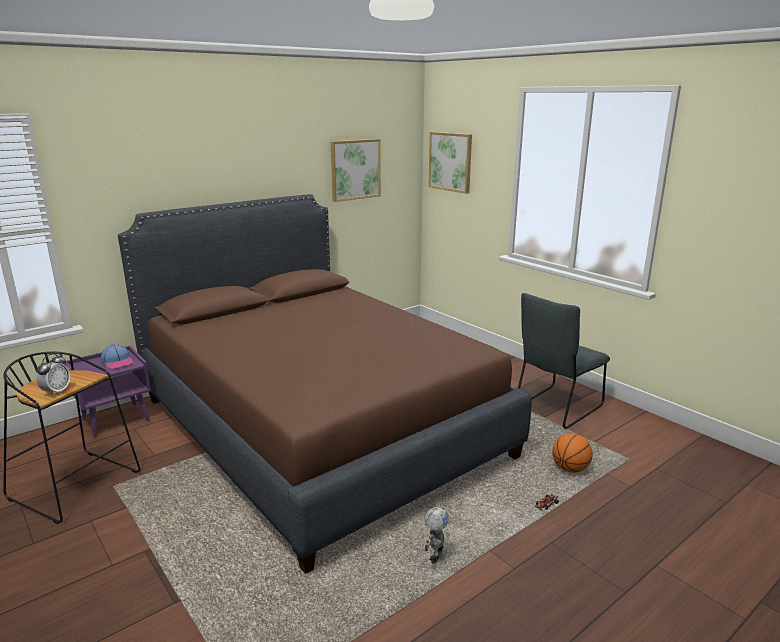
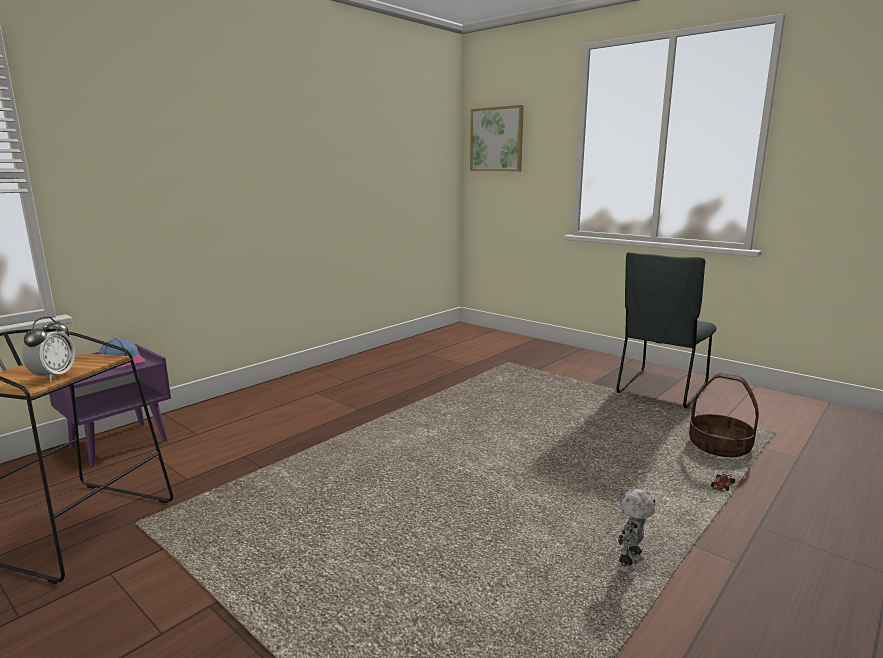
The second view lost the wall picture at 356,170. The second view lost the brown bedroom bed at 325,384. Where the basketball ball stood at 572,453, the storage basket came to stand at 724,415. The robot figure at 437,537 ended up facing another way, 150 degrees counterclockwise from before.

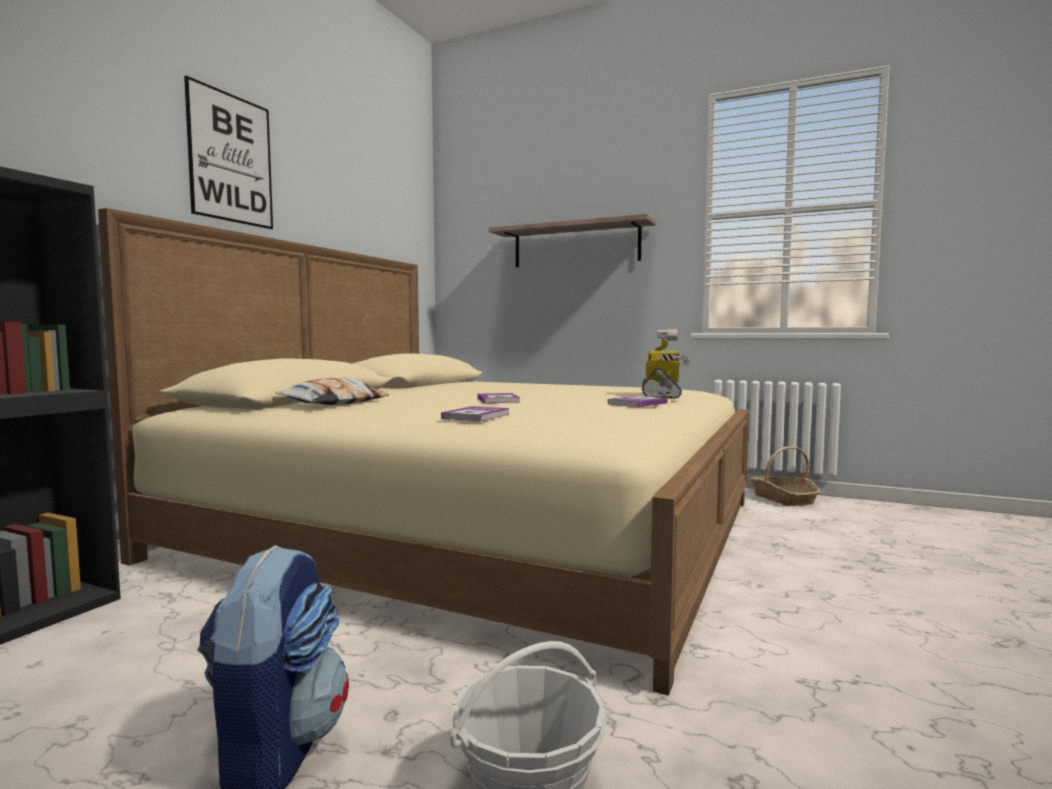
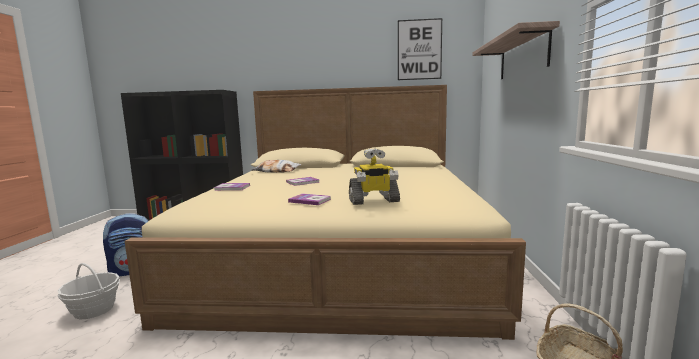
The wall picture ended up elsewhere, having gone from 228,152 to 420,49.

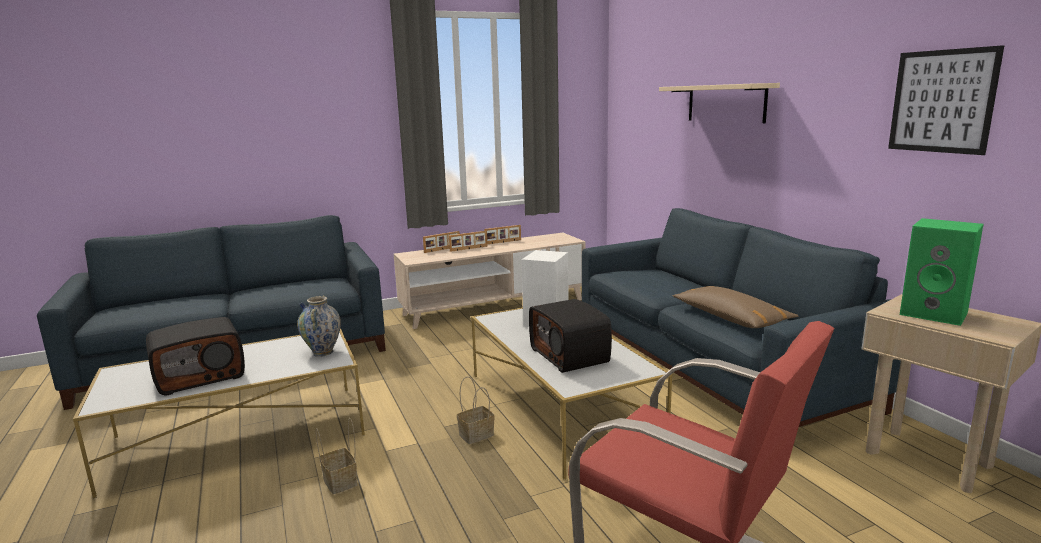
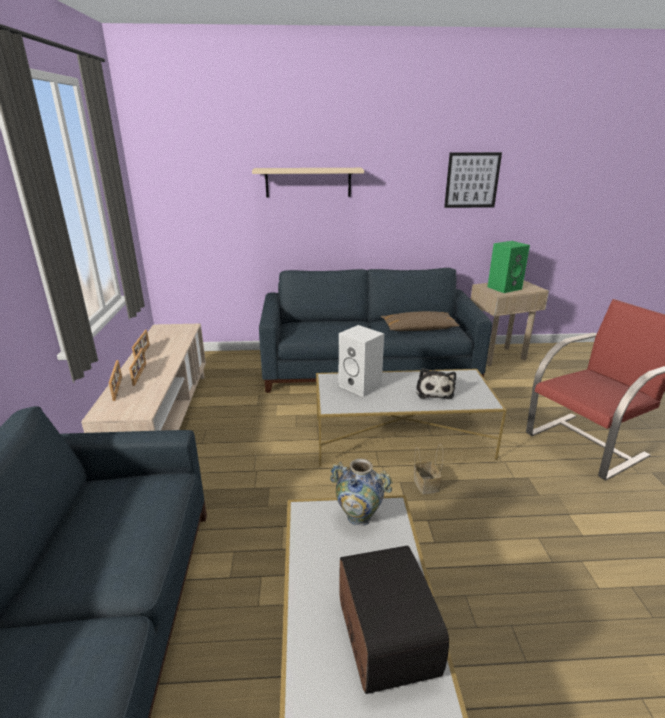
Where the radio receiver stood at 570,336, the soft toy came to stand at 436,383. The second view lost the storage basket at 336,456.

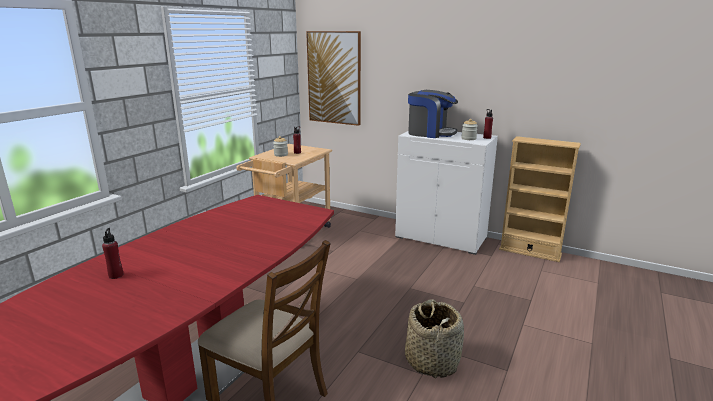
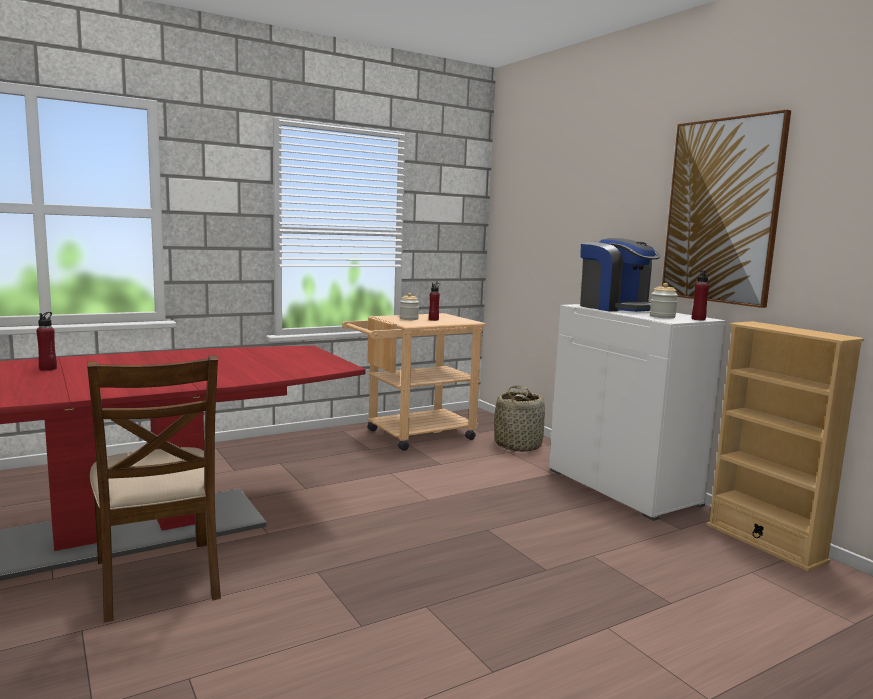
The wall picture ended up elsewhere, having gone from 333,78 to 726,209. The storage basket ended up elsewhere, having gone from 434,338 to 519,418.

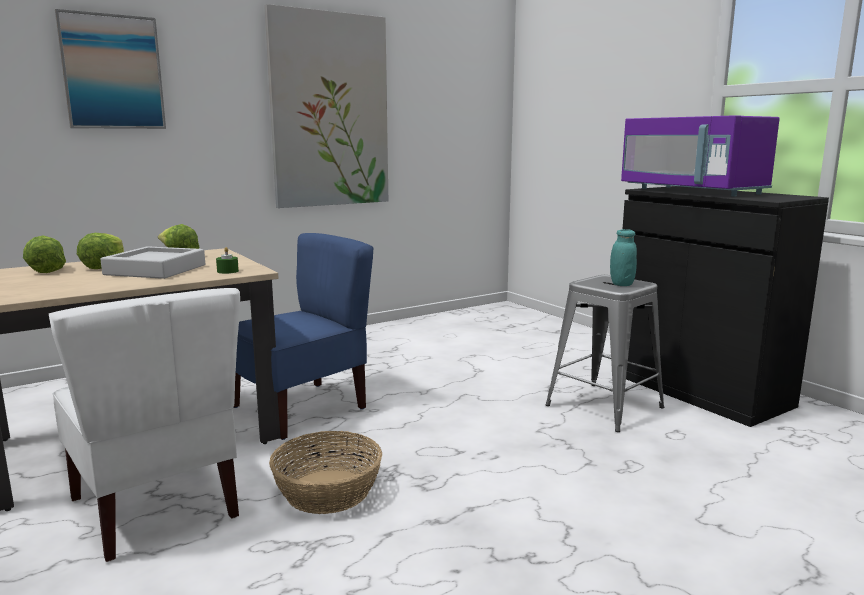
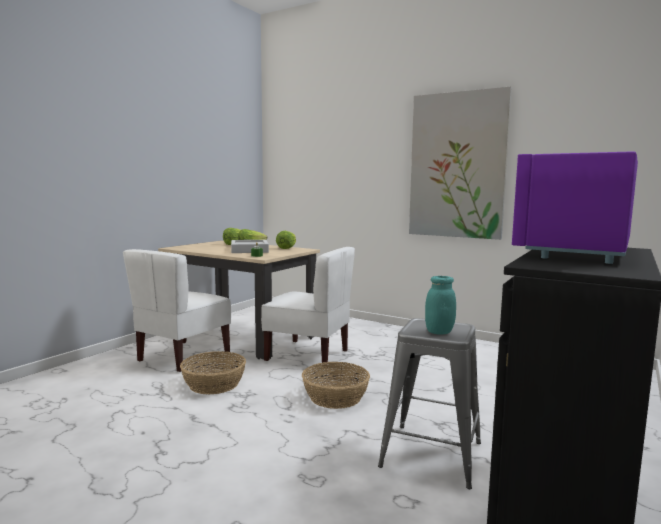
The second view lost the wall picture at 110,69. What was the blue chair at 303,336 turned into the whitish chair at 308,307. The second view gained the storage basket at 336,385.

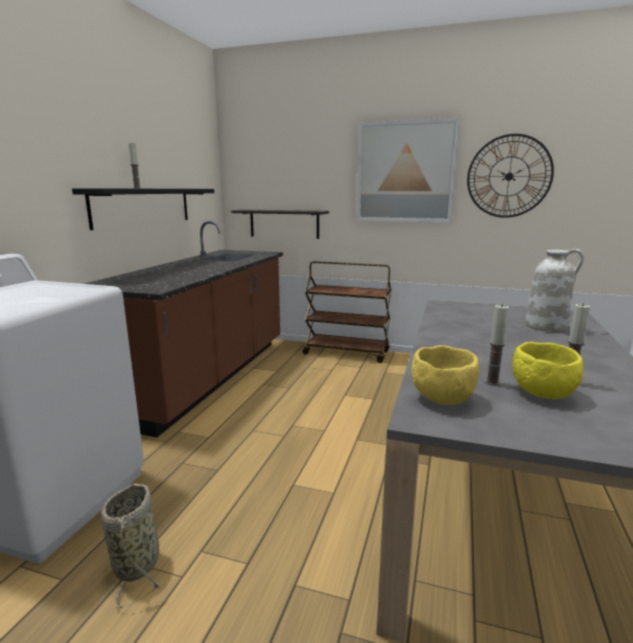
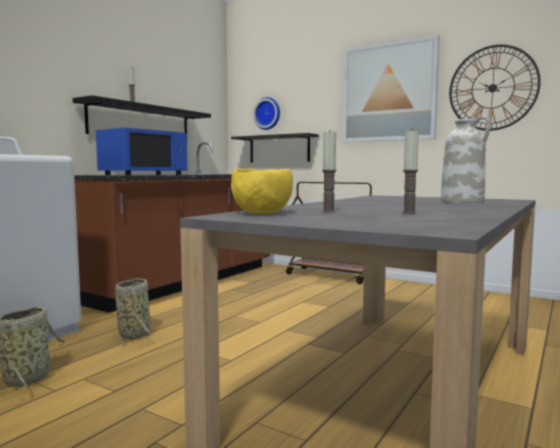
The second view lost the yellow bowl at 547,370. The second view gained the wall clock at 266,113. The second view gained the blue kitchen microwave at 142,151. The second view gained the storage basket at 134,311.

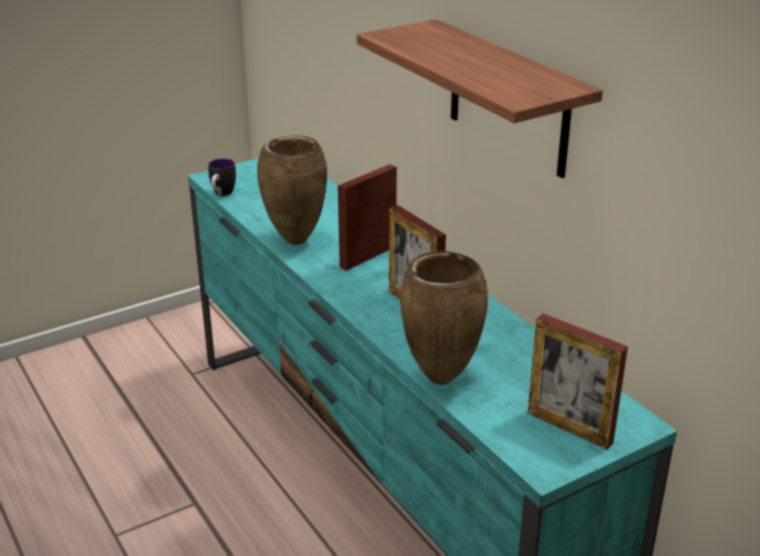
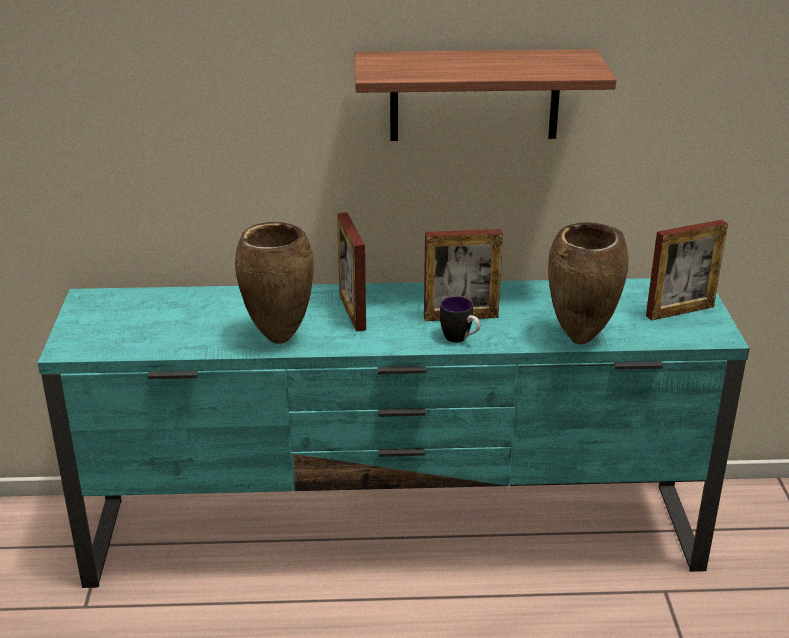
The mug ended up elsewhere, having gone from 222,177 to 460,319.

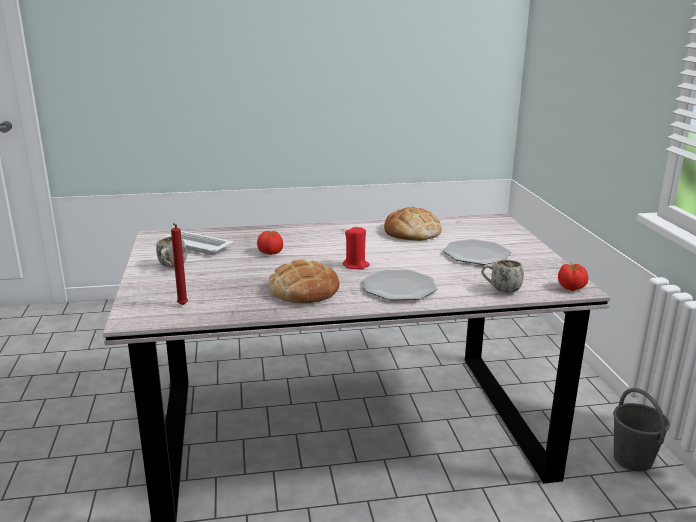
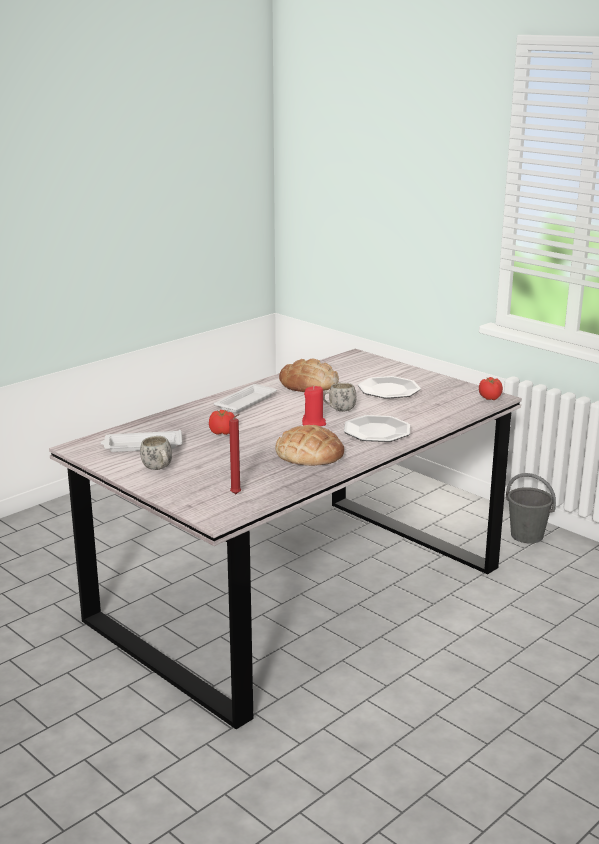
The whitish mug ended up elsewhere, having gone from 502,276 to 339,397. The second view gained the whitish carrying tray at 245,398.

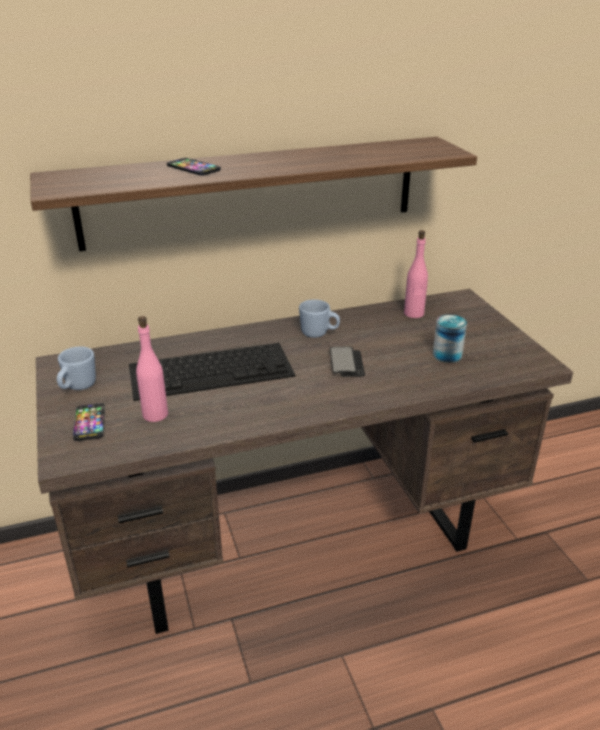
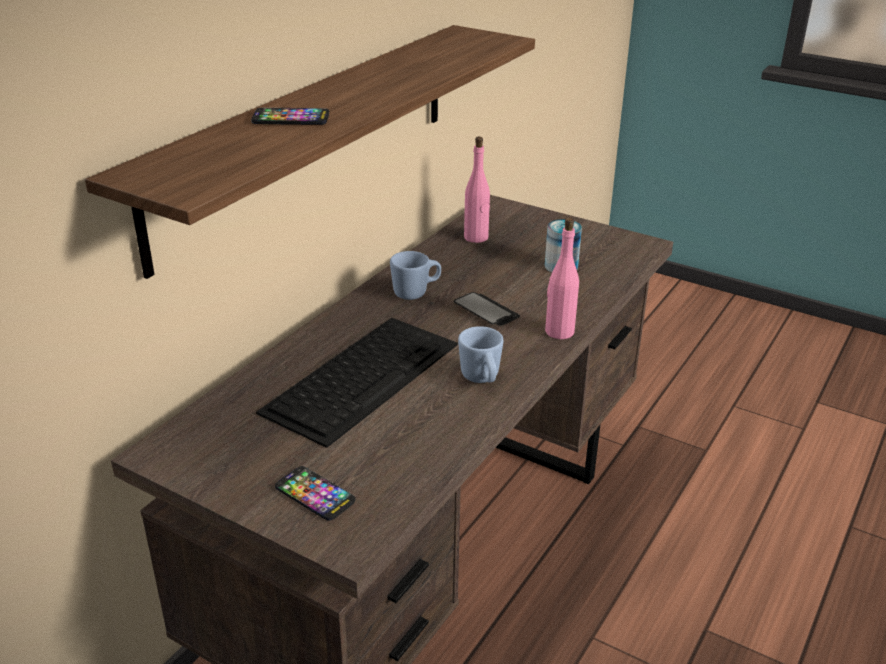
The pink-coloured drink bottle ended up elsewhere, having gone from 152,369 to 562,278. The blue mug ended up elsewhere, having gone from 76,368 to 480,354.

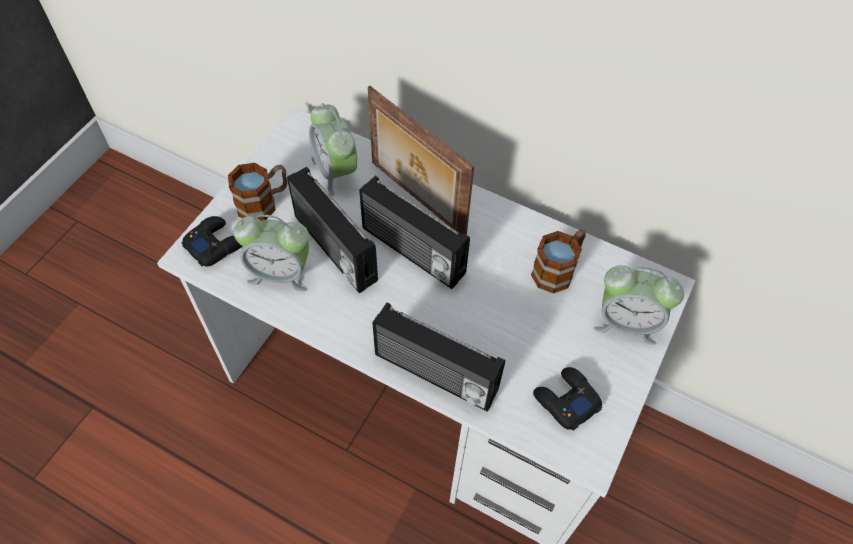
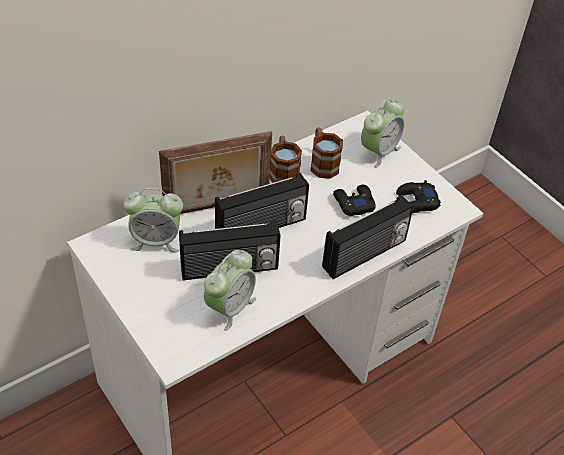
The mug ended up elsewhere, having gone from 257,192 to 286,159. The black game controller ended up elsewhere, having gone from 211,241 to 354,200.

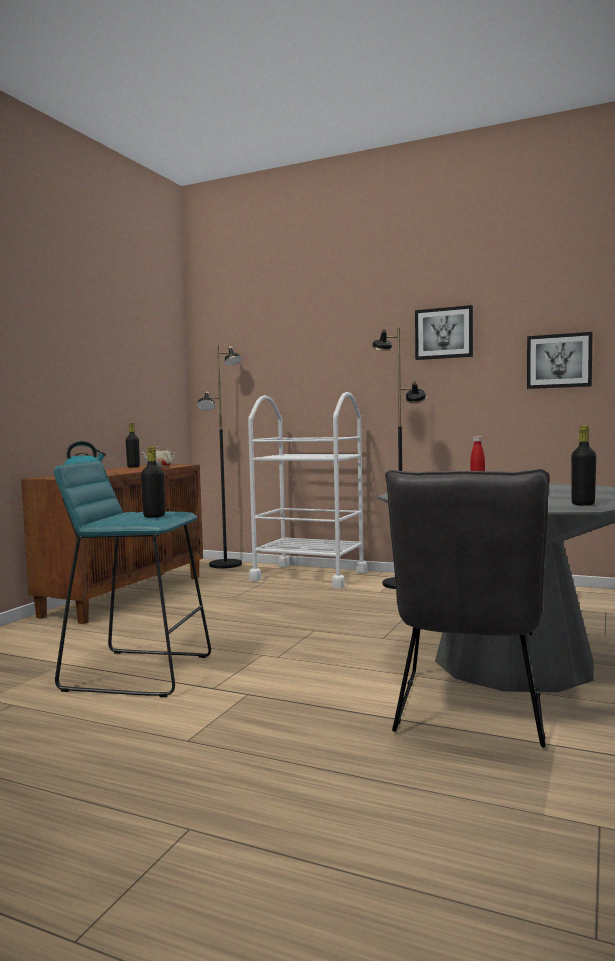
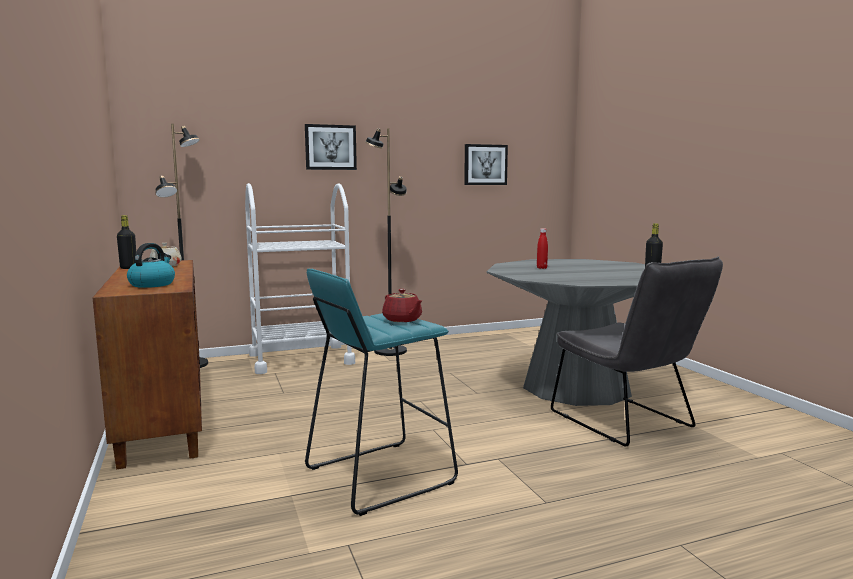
The wall picture ended up elsewhere, having gone from 444,332 to 331,147. Where the black drink bottle stood at 153,482, the red teapot came to stand at 402,305.

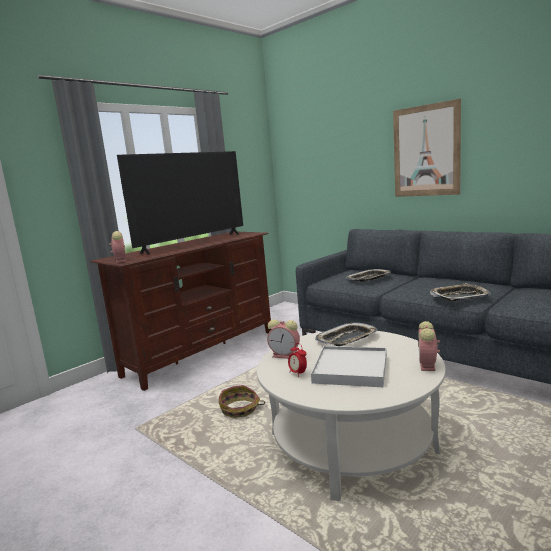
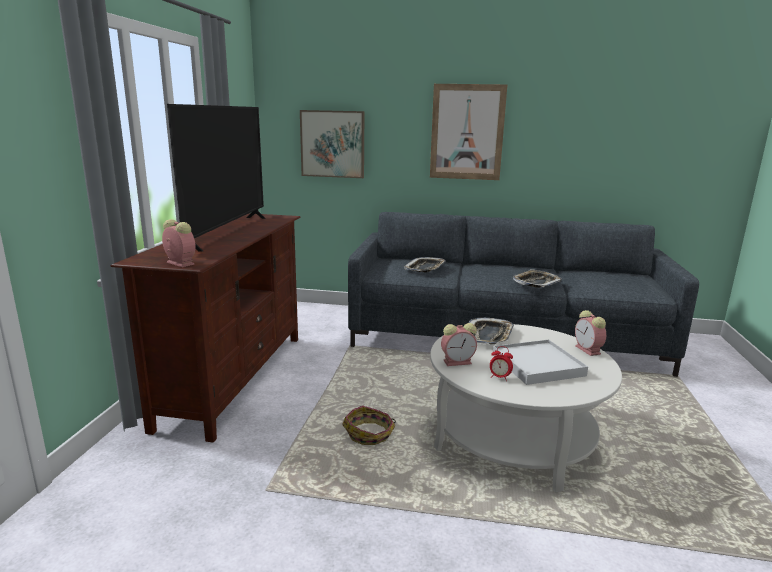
The second view gained the wall picture at 332,144.

